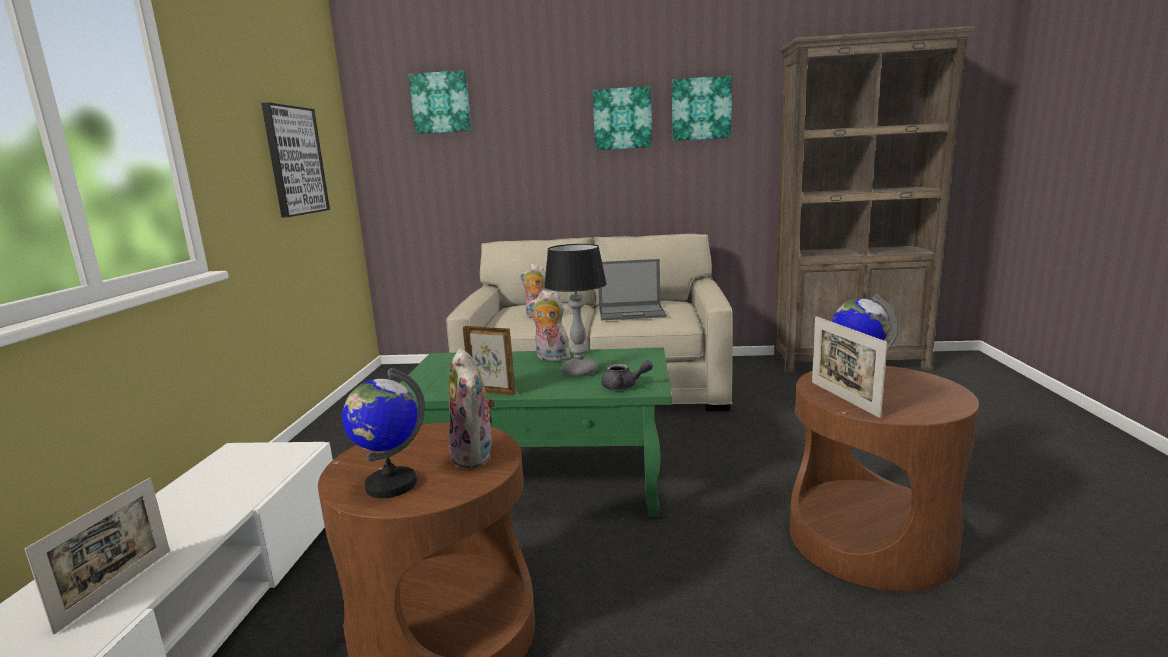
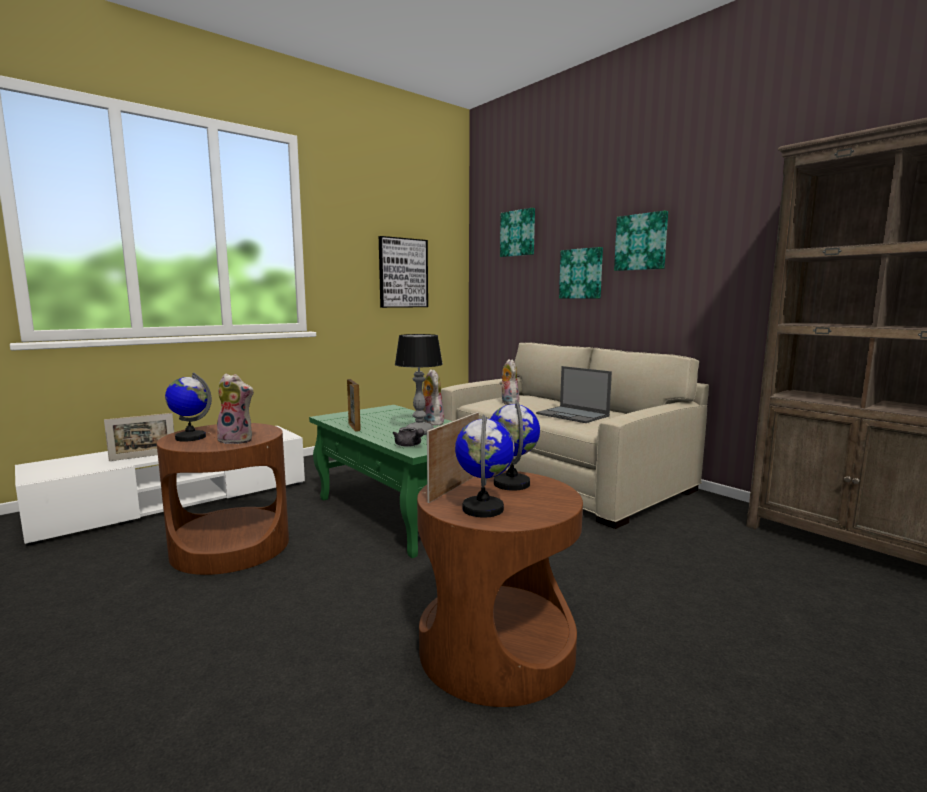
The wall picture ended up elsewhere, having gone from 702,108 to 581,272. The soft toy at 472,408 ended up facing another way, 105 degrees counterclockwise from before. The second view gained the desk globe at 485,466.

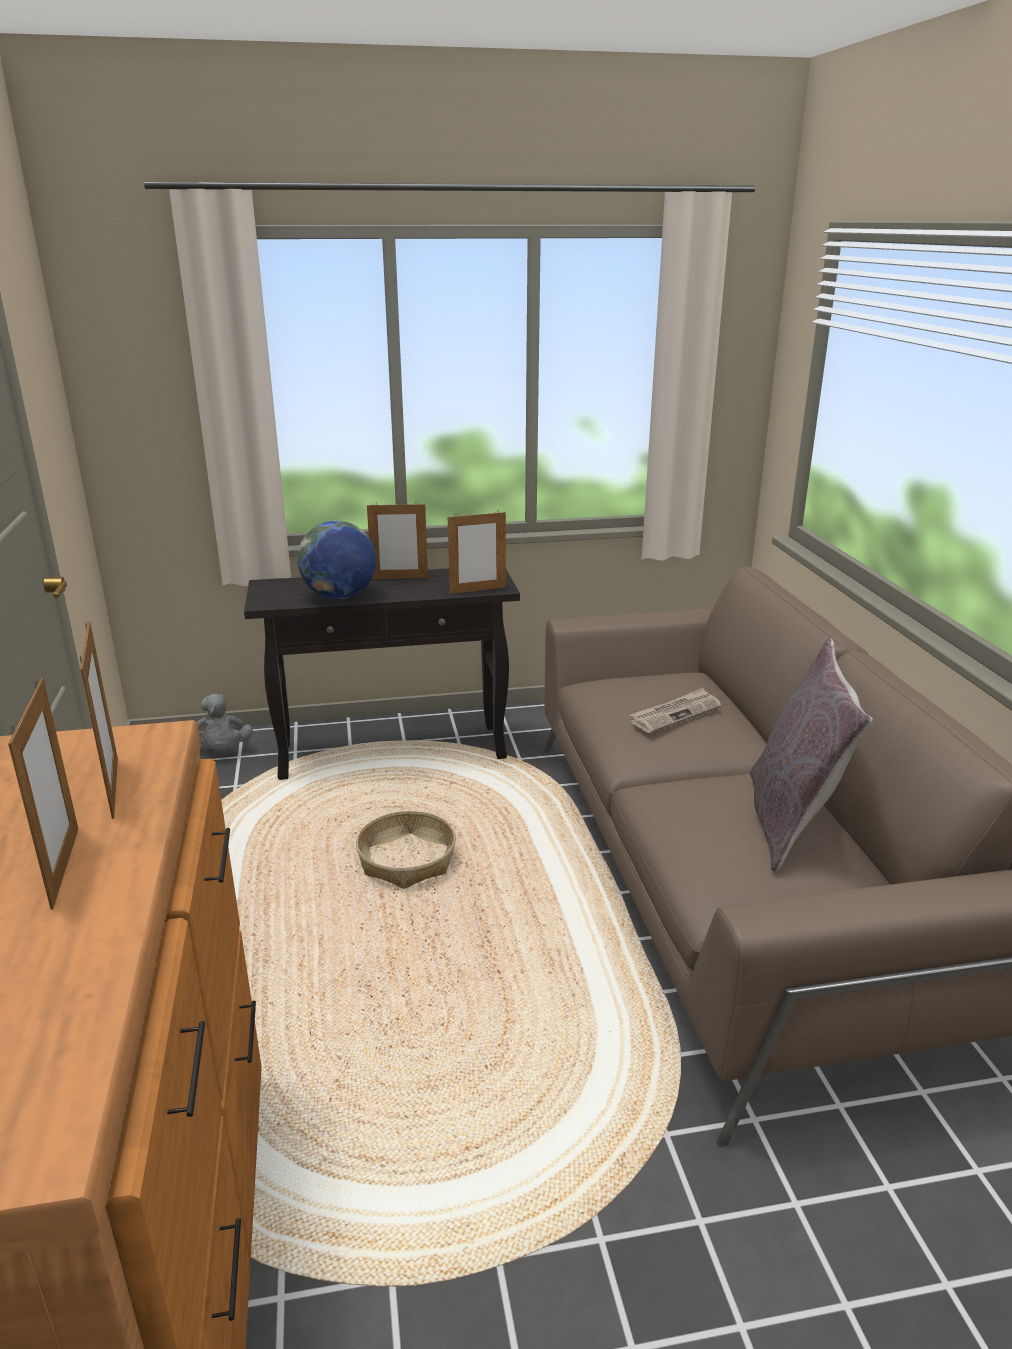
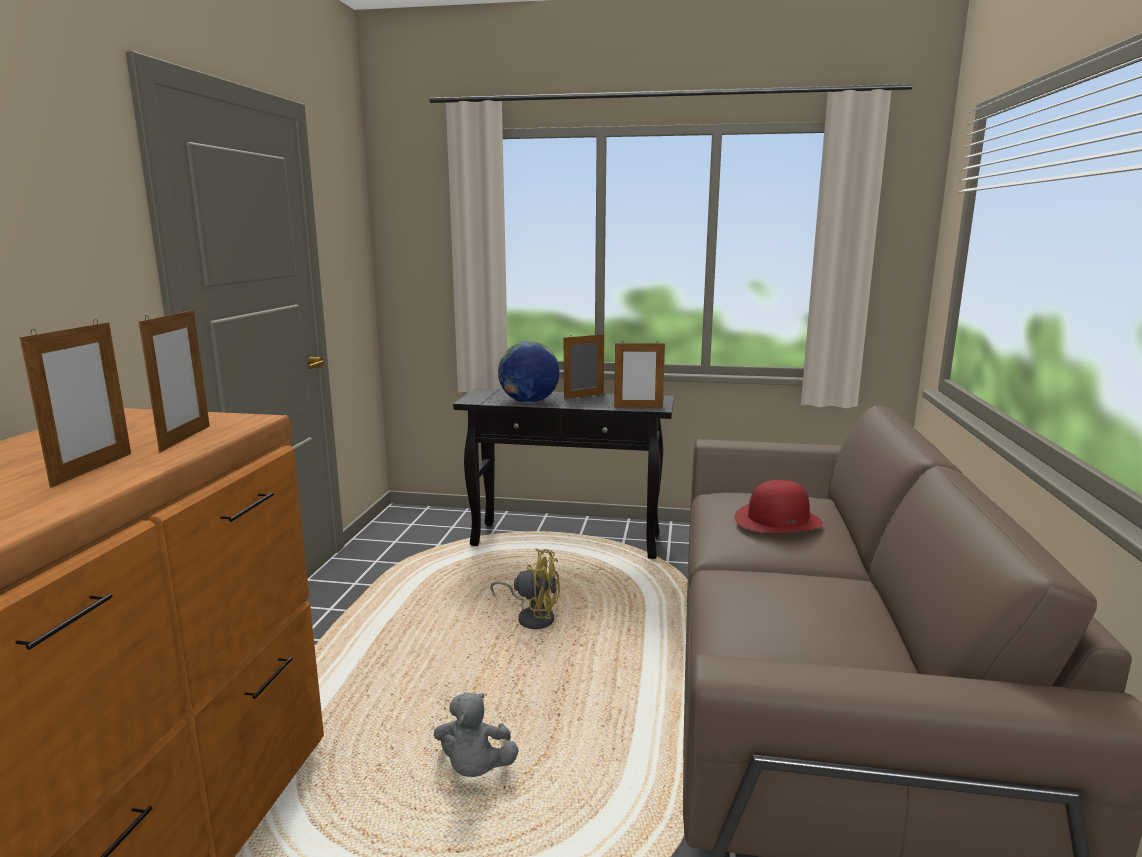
The photo frame at 397,540 ended up facing another way, 135 degrees clockwise from before. The second view lost the grey pillow at 811,755. Where the newspaper stood at 675,710, the red wearable hat came to stand at 778,506. The grey soft toy ended up elsewhere, having gone from 225,722 to 476,734. Where the storage basket stood at 406,850, the yellow fan came to stand at 525,589.

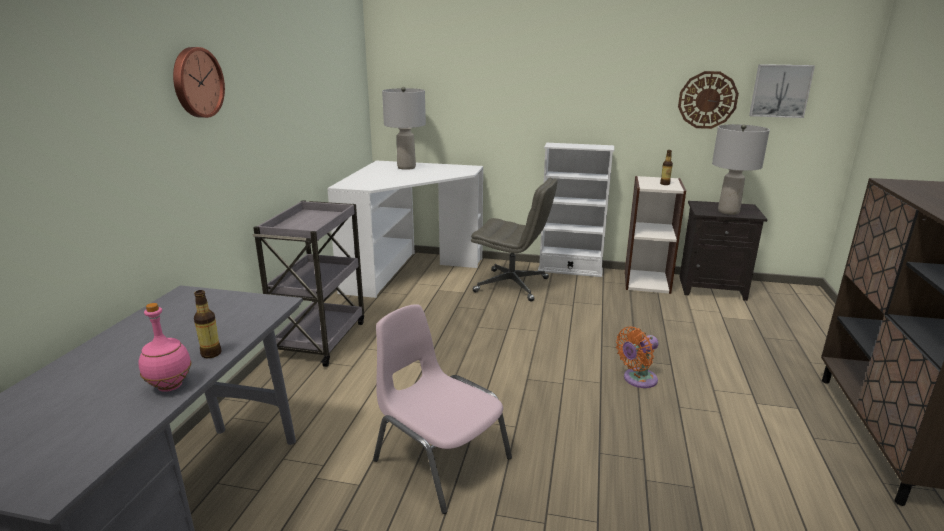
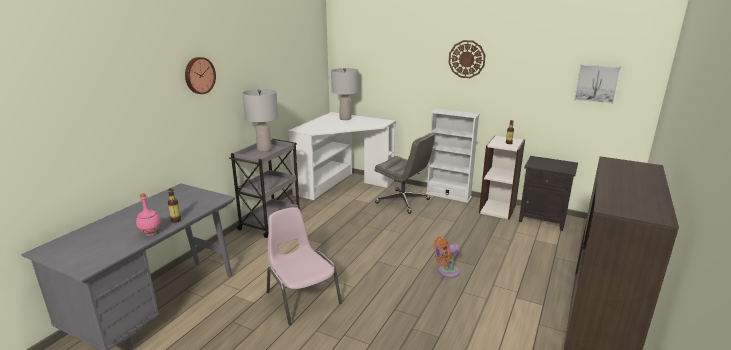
The wall clock ended up elsewhere, having gone from 708,100 to 467,59. The grey lamp for a table ended up elsewhere, having gone from 741,169 to 260,120.

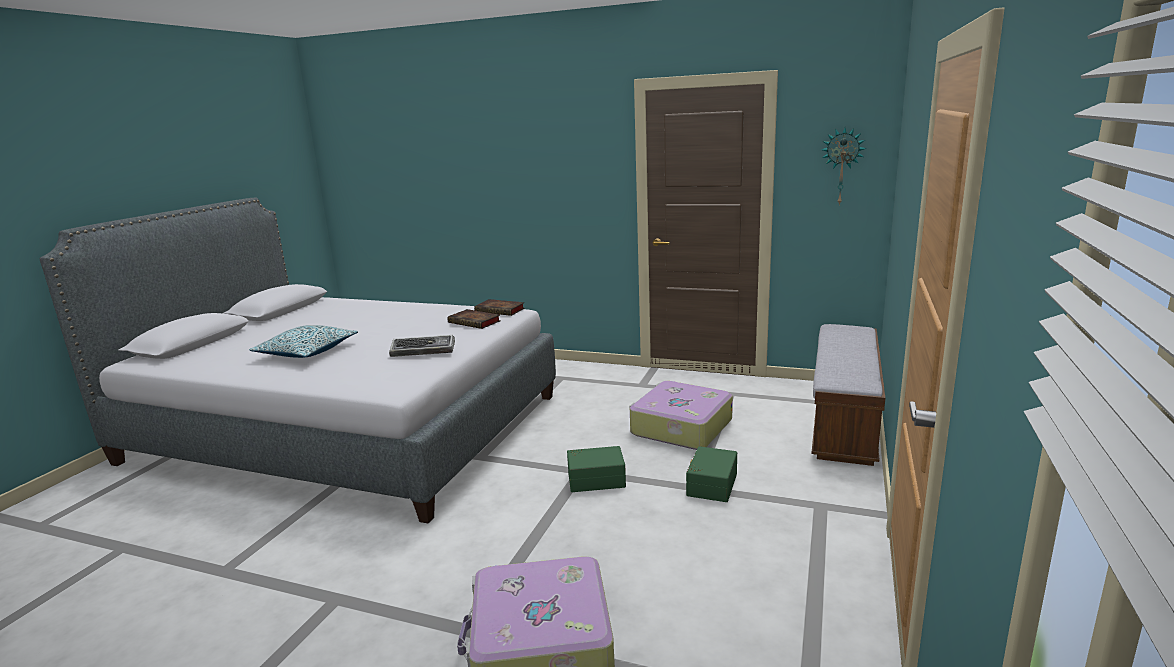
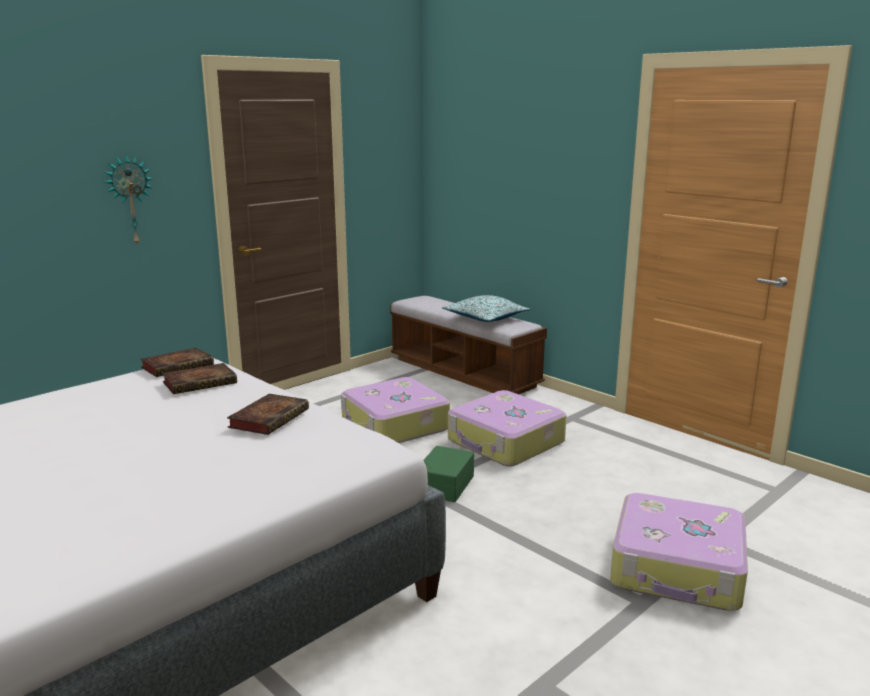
The wall clock ended up elsewhere, having gone from 843,167 to 129,200. The pillow ended up elsewhere, having gone from 303,341 to 486,308. Where the computer keyboard stood at 422,346, the book came to stand at 268,414. Where the green-coloured storage container stood at 711,474, the travel case came to stand at 507,428.

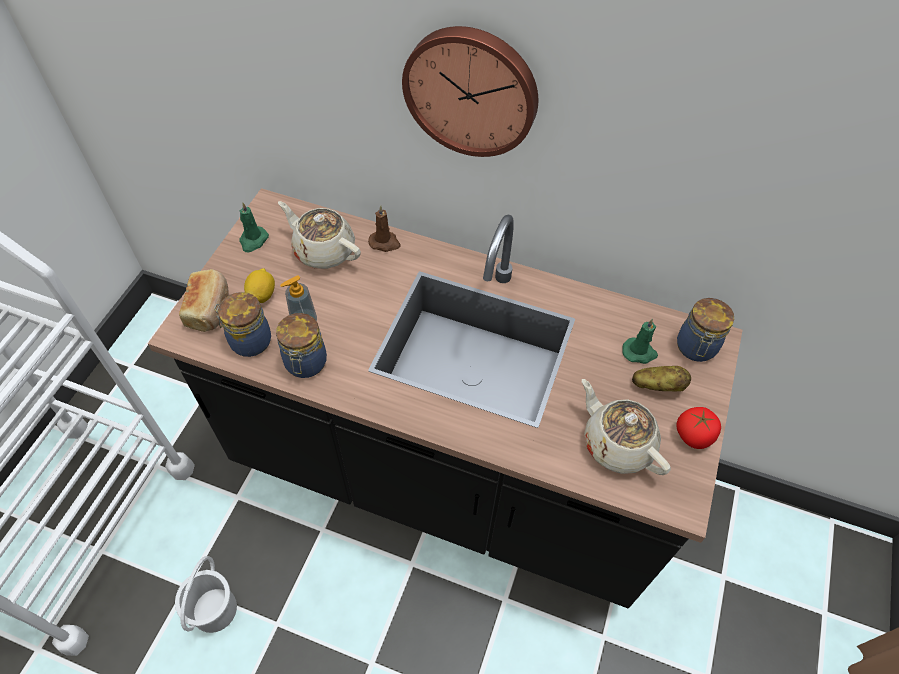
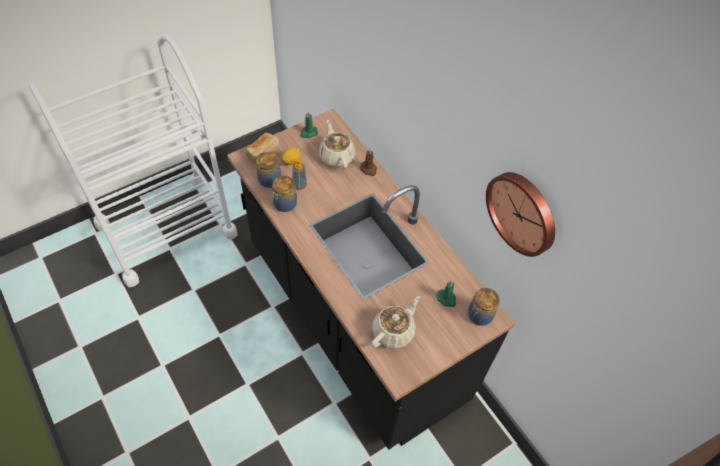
The wall clock ended up elsewhere, having gone from 470,91 to 520,214. The second view lost the spud at 661,379. The sand-coloured teapot at 626,427 ended up facing another way, 45 degrees clockwise from before. The second view lost the whole tomato at 698,428. The second view lost the whitish bucket at 206,594.

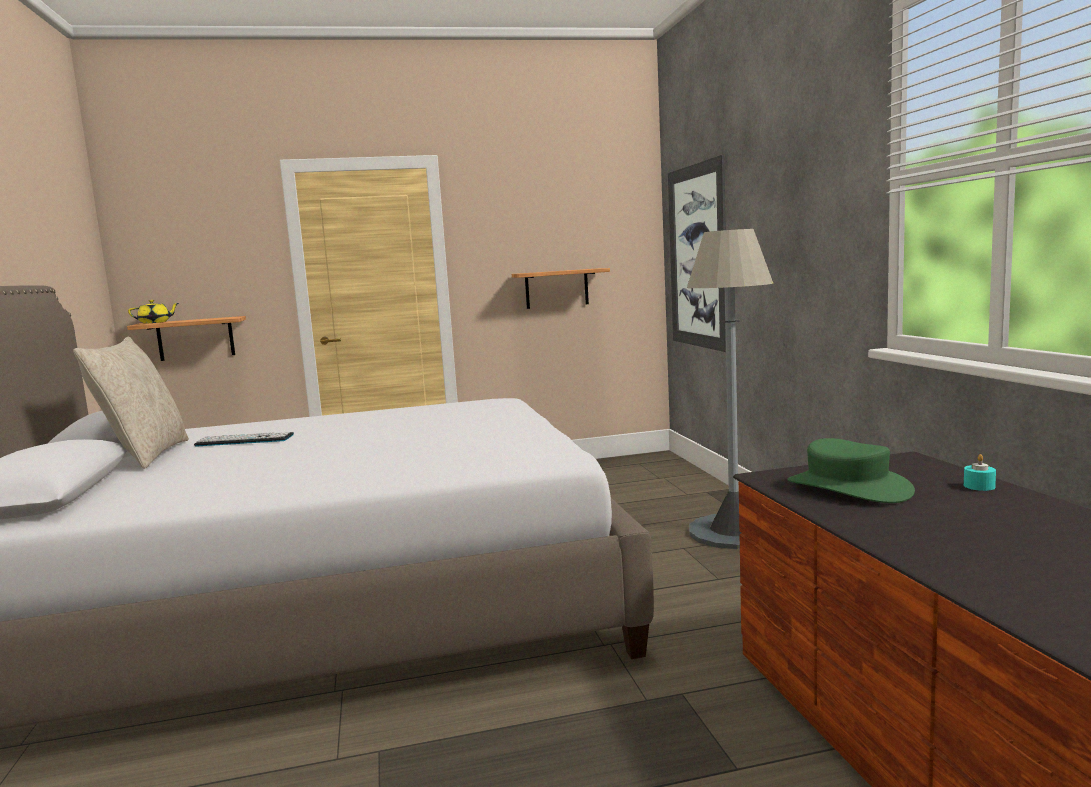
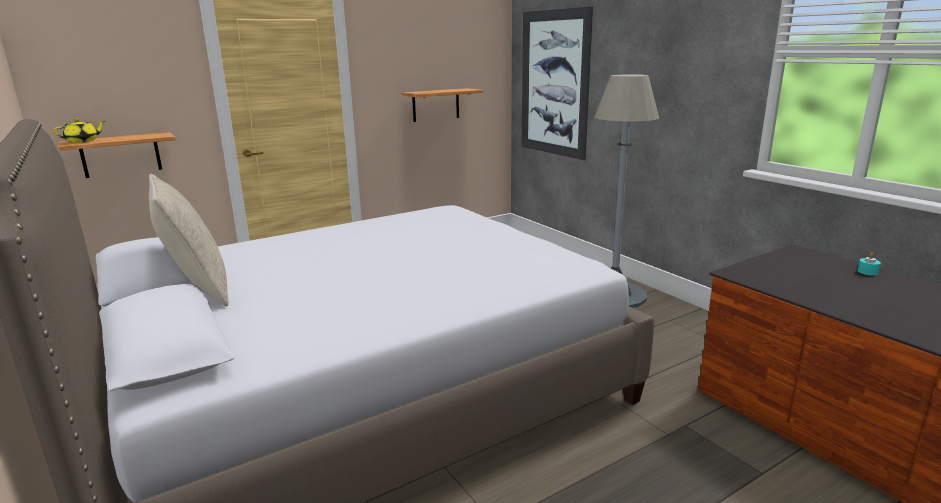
The second view lost the computer keyboard at 244,439. The second view lost the green-coloured wearable hat at 851,470.

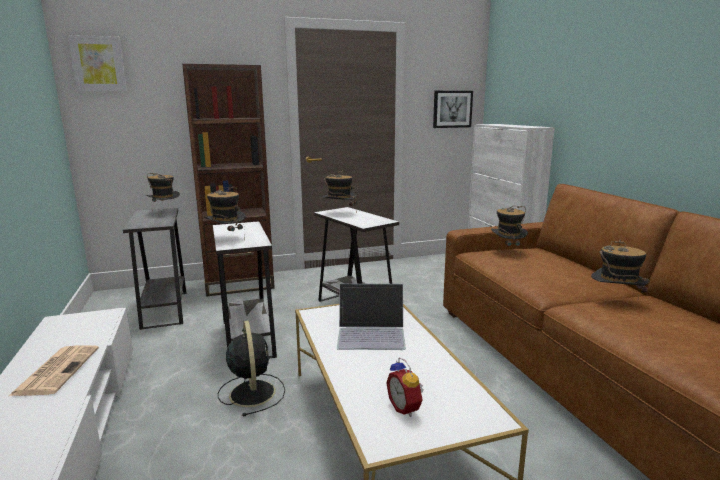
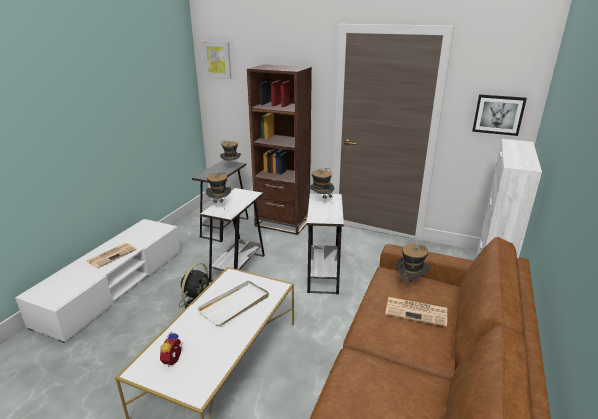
The second view lost the wearable hat at 620,269. Where the laptop stood at 371,316, the whitish carrying tray came to stand at 233,303. The second view gained the newspaper at 416,312.

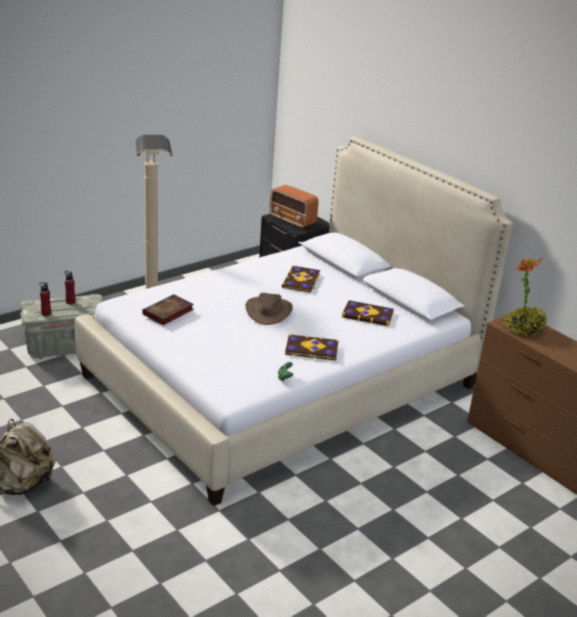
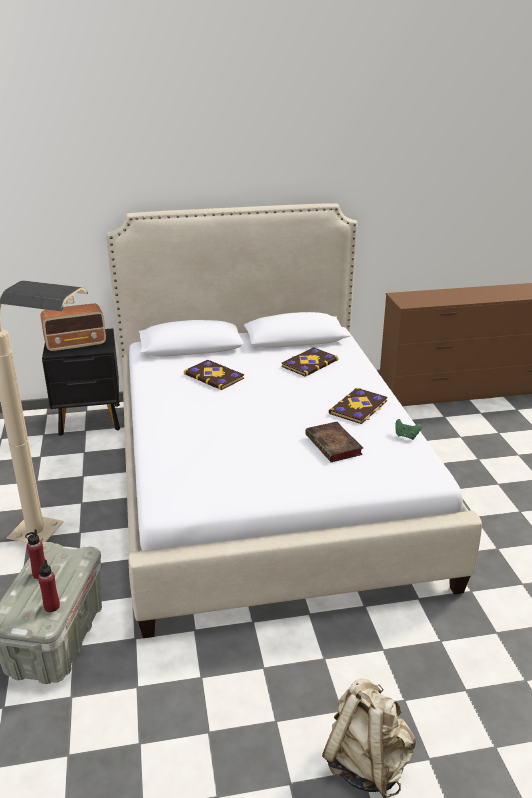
The second view lost the potted plant at 524,297. The second view lost the brown wearable hat at 269,309. The book ended up elsewhere, having gone from 168,309 to 334,442.

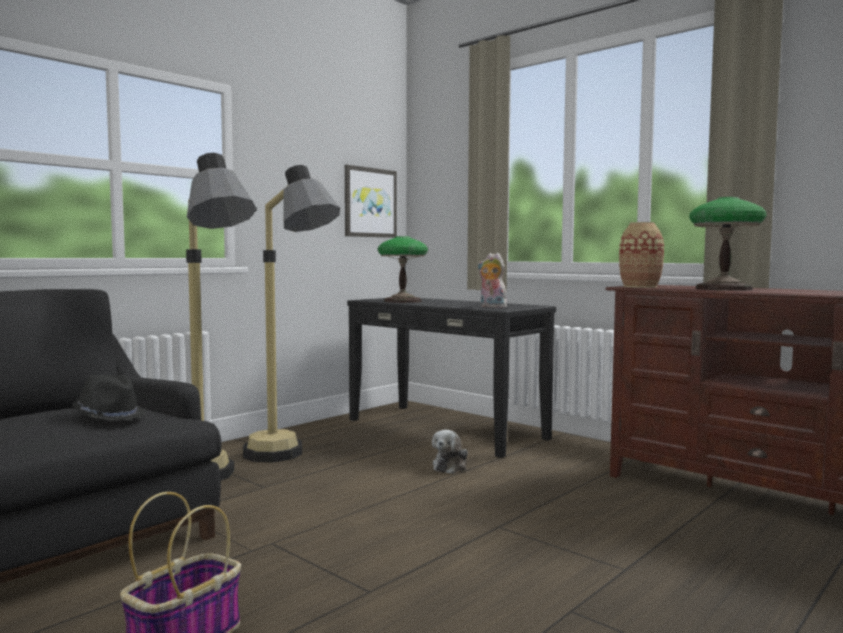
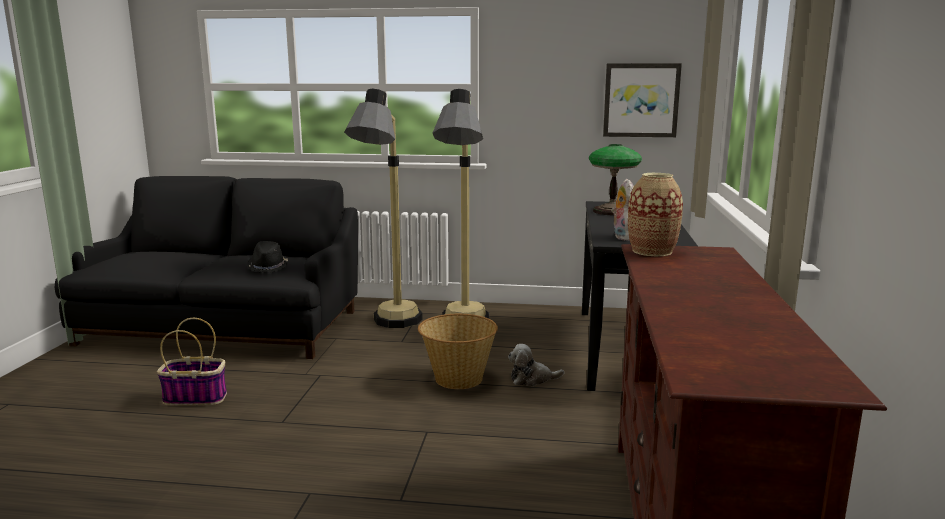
The second view lost the lamp for a table at 728,244. The second view gained the storage basket at 458,351.

